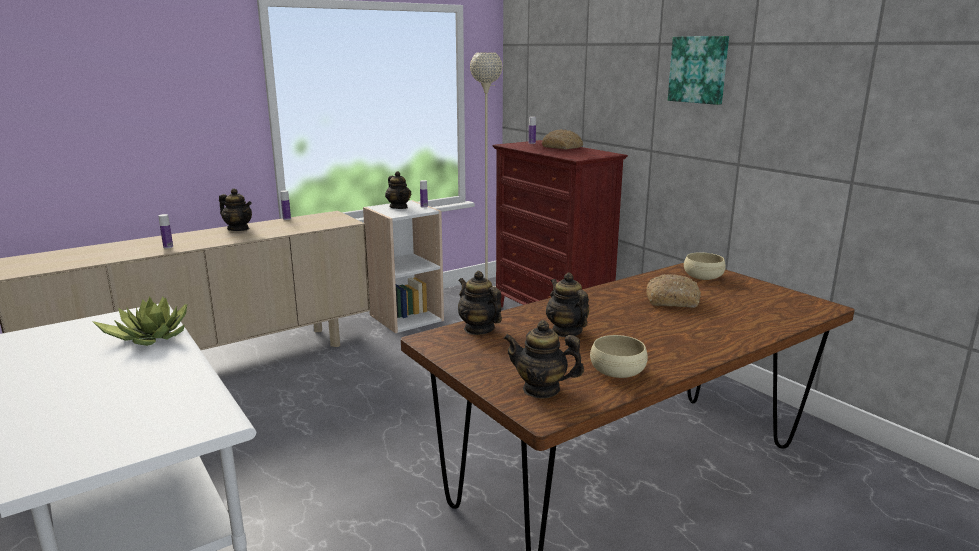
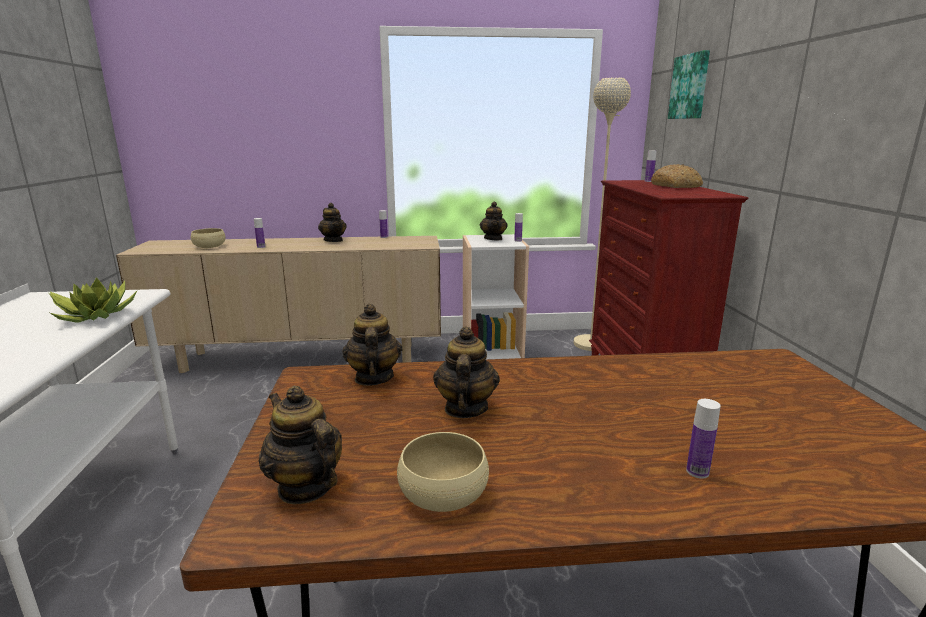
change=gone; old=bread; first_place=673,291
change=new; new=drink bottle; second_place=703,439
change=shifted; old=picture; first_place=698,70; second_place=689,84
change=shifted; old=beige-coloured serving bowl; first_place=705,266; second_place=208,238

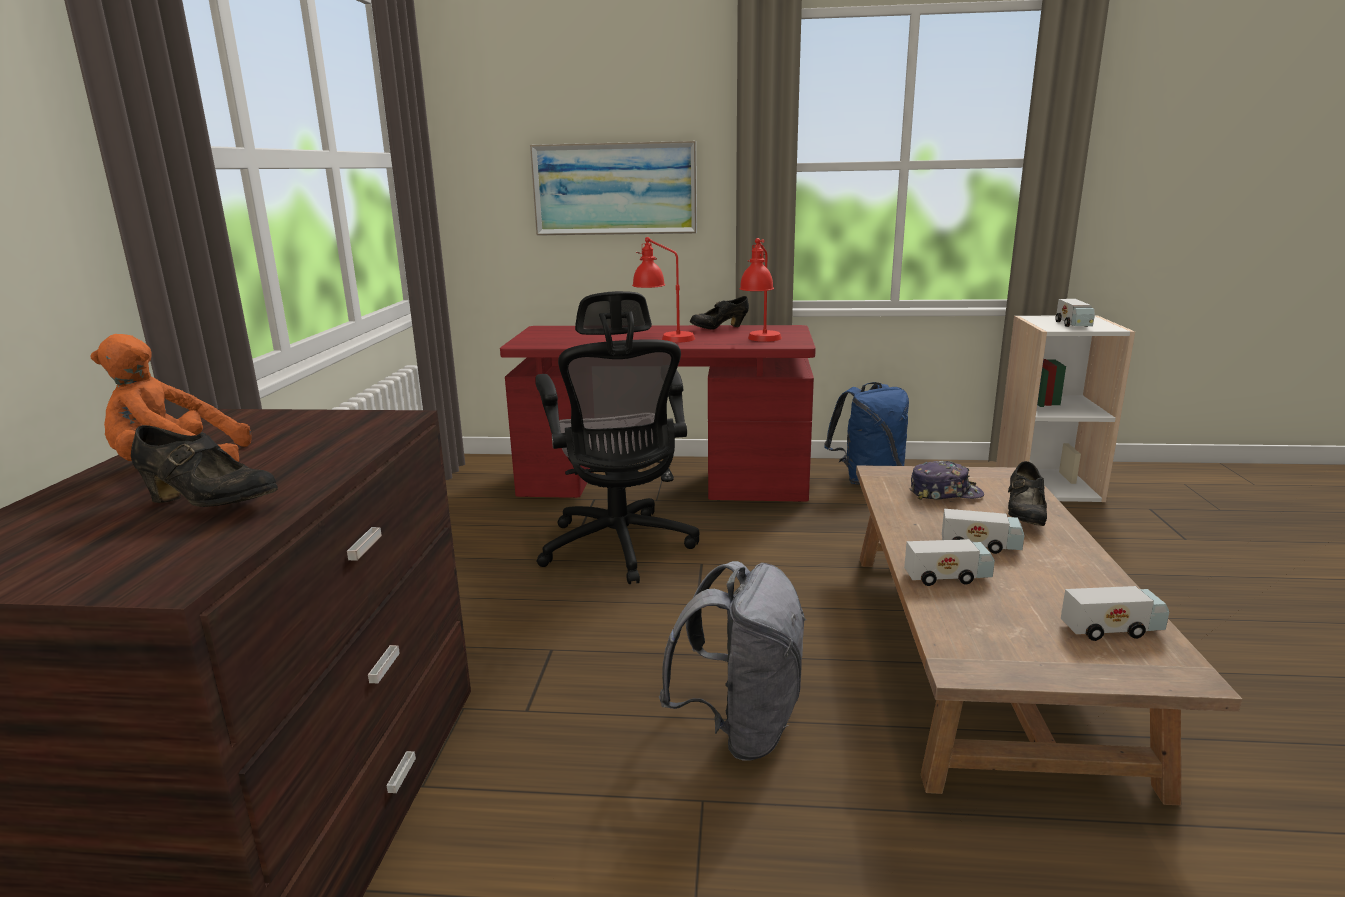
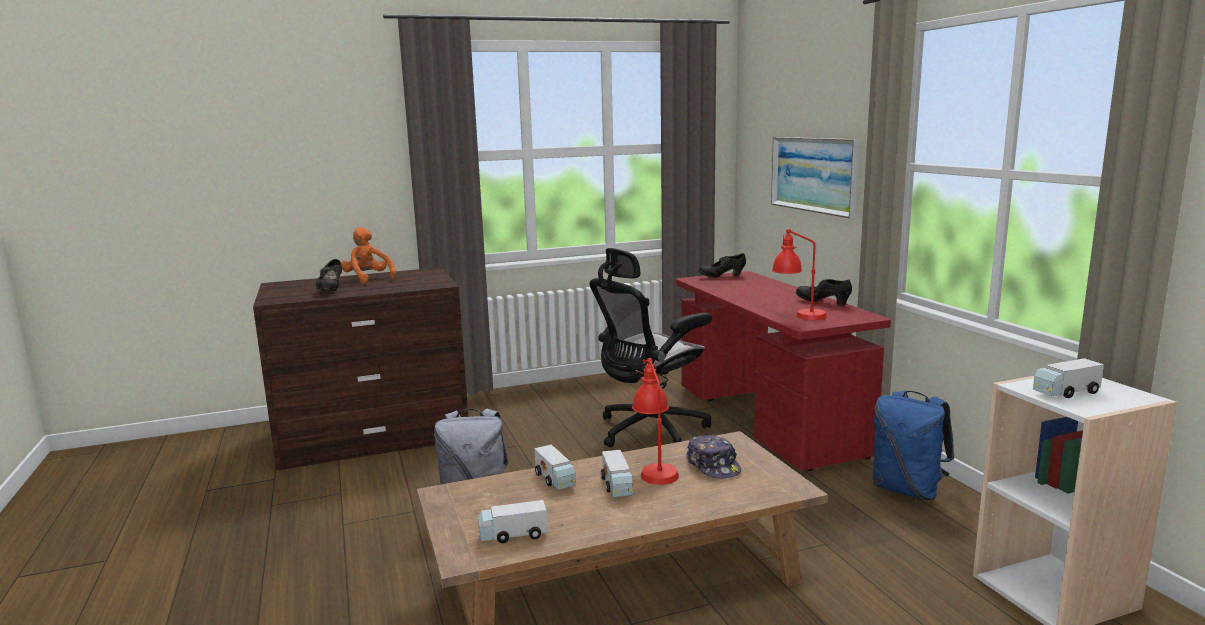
change=shifted; old=red tabletop lamp; first_place=663,290; second_place=655,421
change=shifted; old=black shoe; first_place=1027,493; second_place=722,265
change=rotated; old=model truck; first_place=1115,613; second_place=512,521; degrees=105

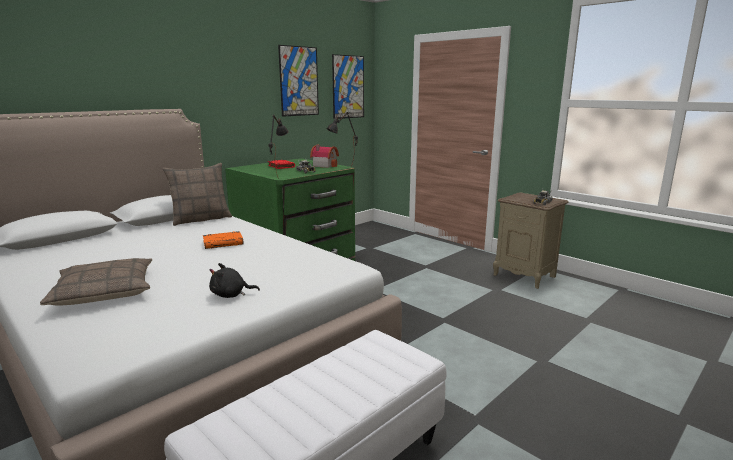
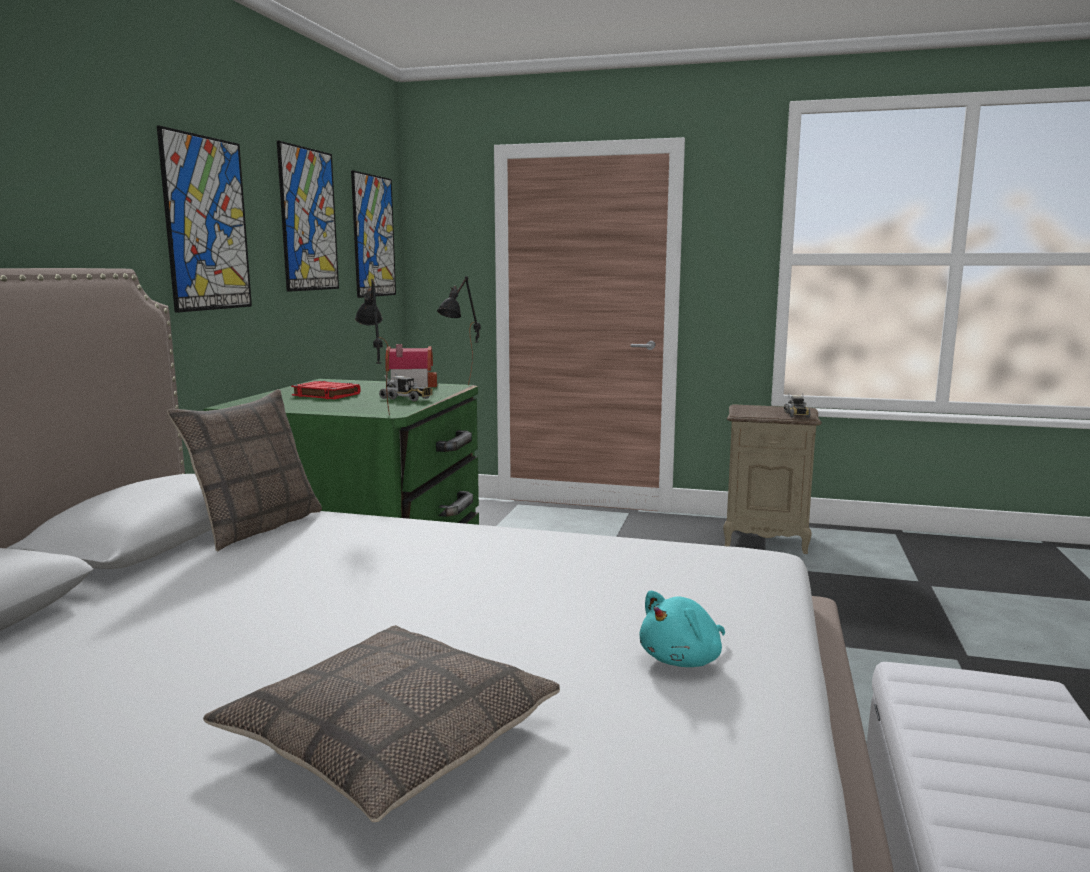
change=gone; old=orangey book; first_place=223,240
change=new; new=picture; second_place=204,219
change=repainted; old=black soft toy; new=turquoise soft toy; first_place=234,280; second_place=682,629

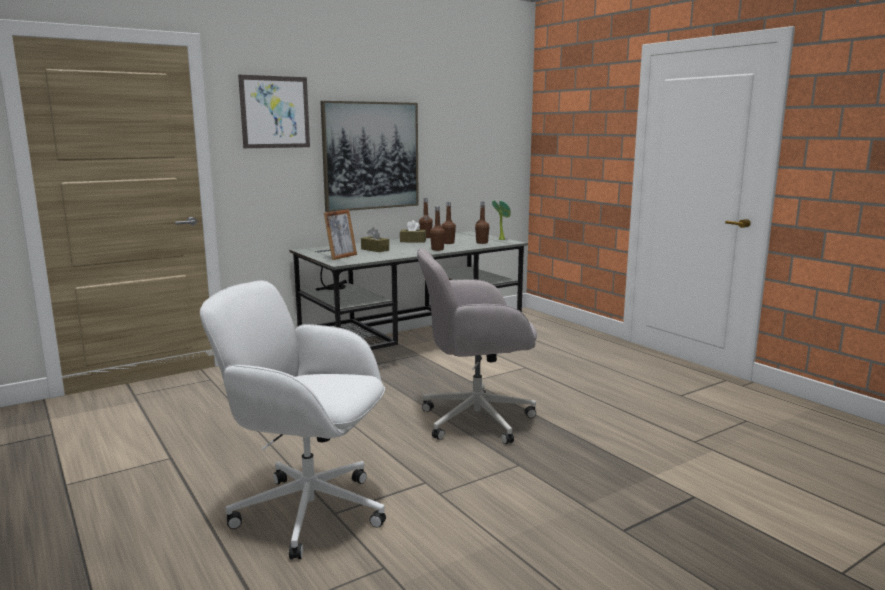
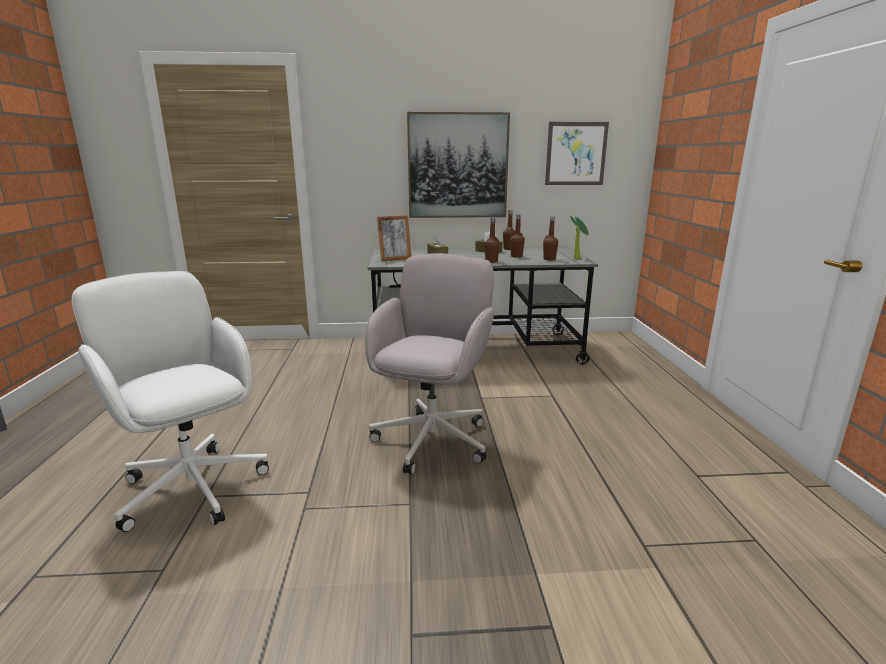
change=shifted; old=picture; first_place=274,111; second_place=577,153
change=rotated; old=gray computer chair; first_place=477,346; second_place=429,363; degrees=90

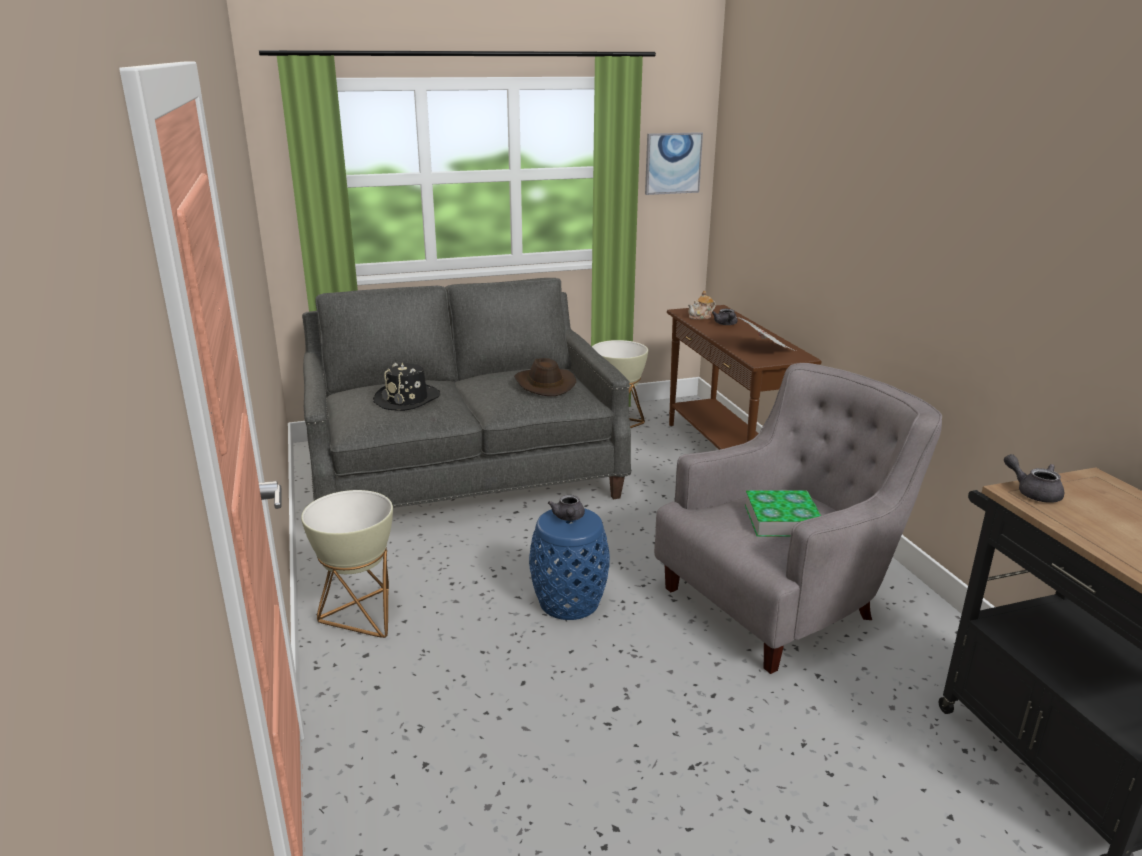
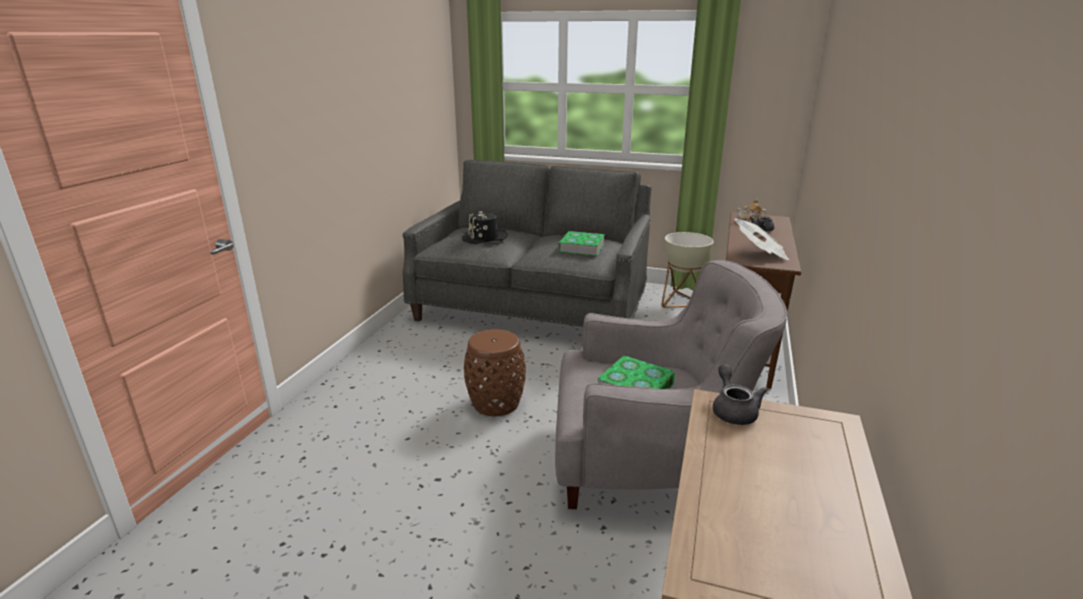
change=gone; old=flower pot; first_place=347,564
change=gone; old=gray tea pot; first_place=566,508
change=gone; old=picture; first_place=674,163
change=swapped; old=brown-coloured clothing hat; new=book; first_place=545,377; second_place=582,243
change=repainted; old=blue-coloured stool seat; new=brown-coloured stool seat; first_place=569,564; second_place=495,372

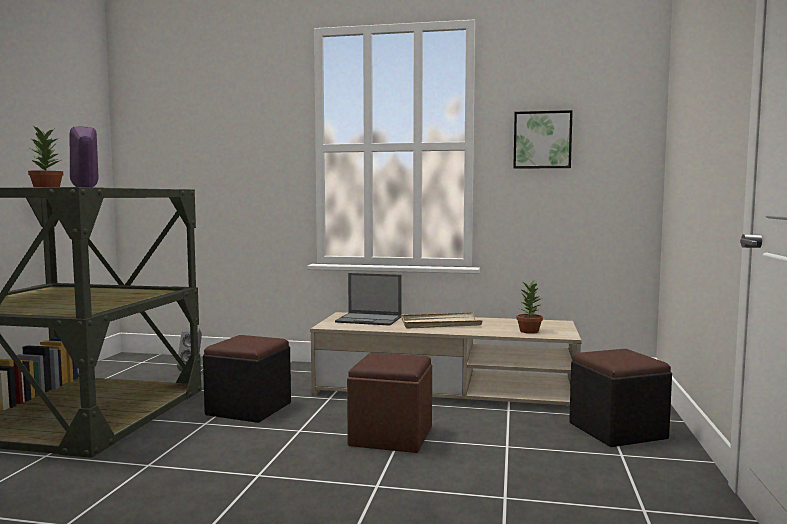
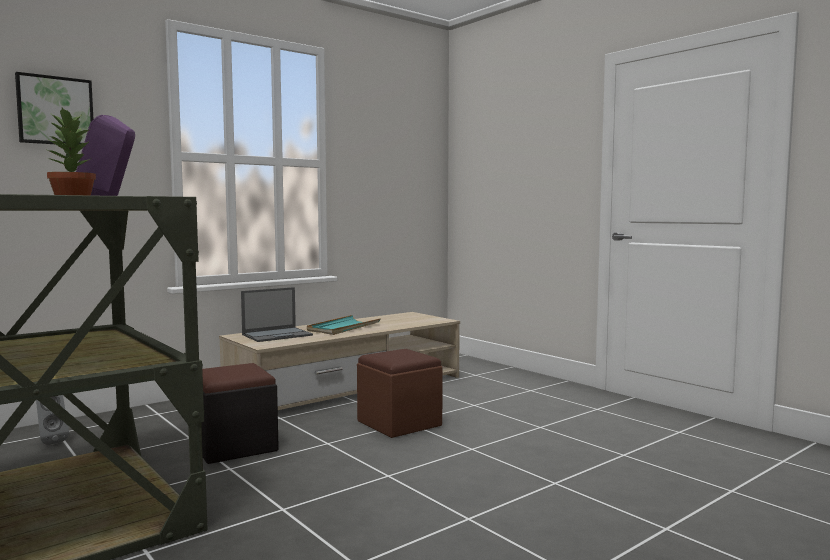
change=gone; old=houseplant; first_place=530,306
change=gone; old=black footrest; first_place=620,398
change=shifted; old=picture; first_place=543,139; second_place=54,108
change=repainted; old=beige-coloured serving tray; new=turquoise serving tray; first_place=442,320; second_place=344,325

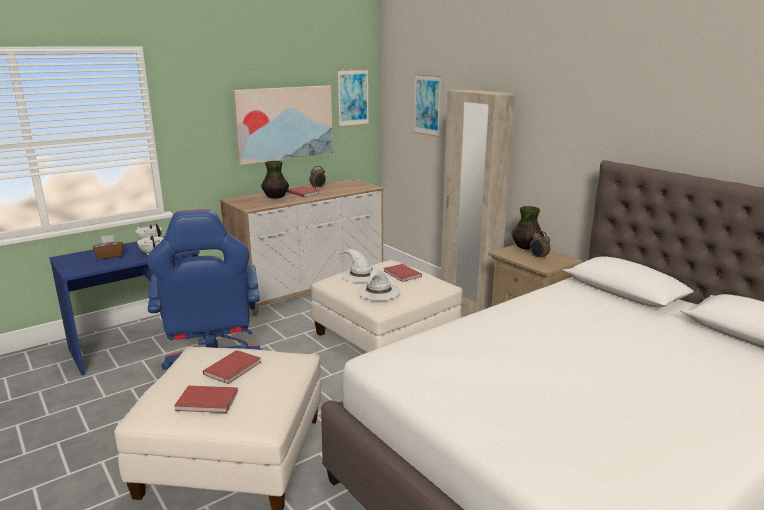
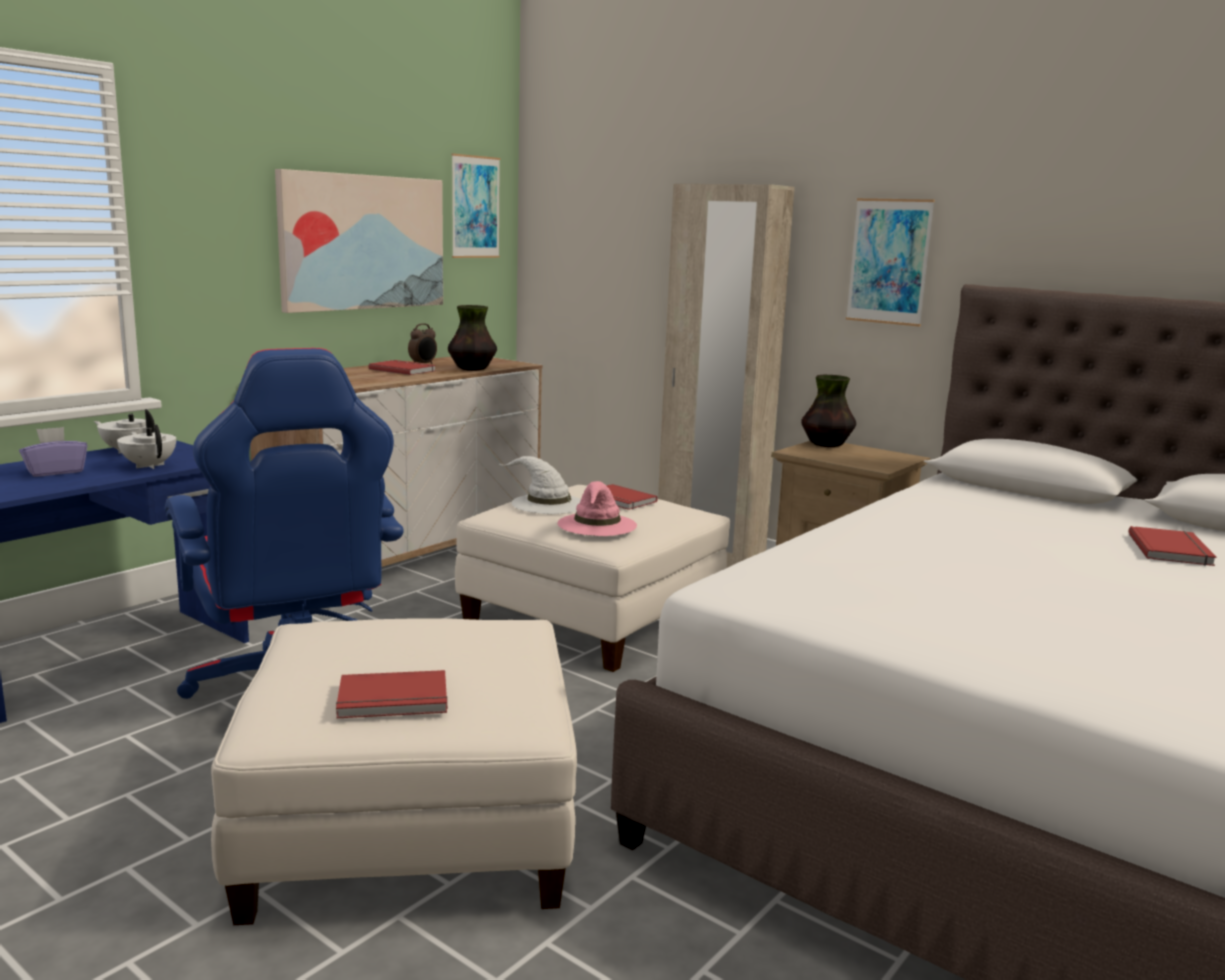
change=gone; old=bedside clock; first_place=540,245
change=shifted; old=red book; first_place=232,367; second_place=1172,546
change=shifted; old=flower vase; first_place=275,180; second_place=472,338
change=shifted; old=picture; first_place=427,105; second_place=890,262
change=repainted; old=brown-coloured box of tissues; new=purple box of tissues; first_place=108,247; second_place=53,452
change=repainted; old=white clothing hat; new=pinkish clothing hat; first_place=379,285; second_place=597,508

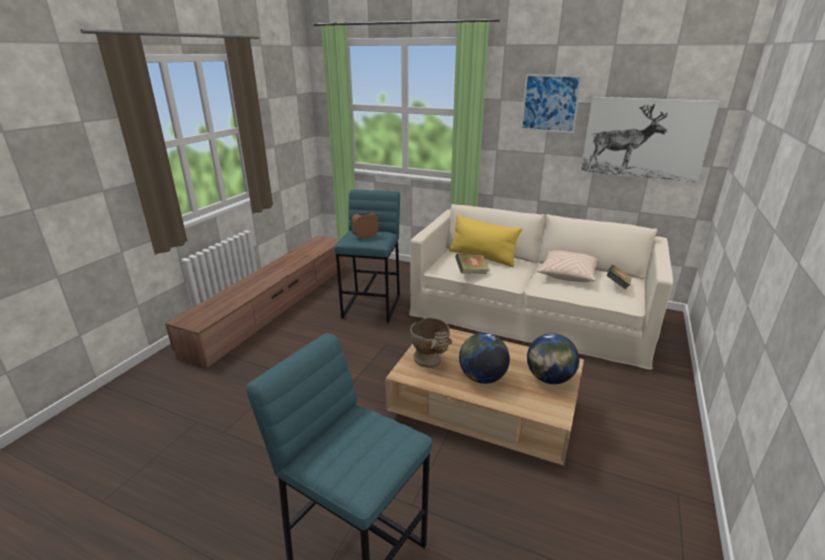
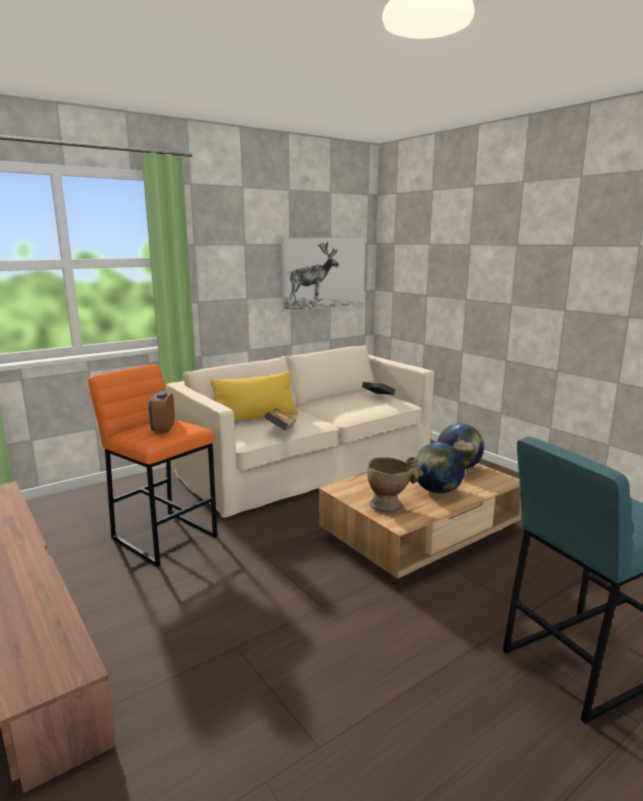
change=gone; old=picture; first_place=551,103
change=gone; old=beige-coloured cushion; first_place=568,266
change=repainted; old=turquoise stool seat; new=orangey stool seat; first_place=367,256; second_place=152,465

